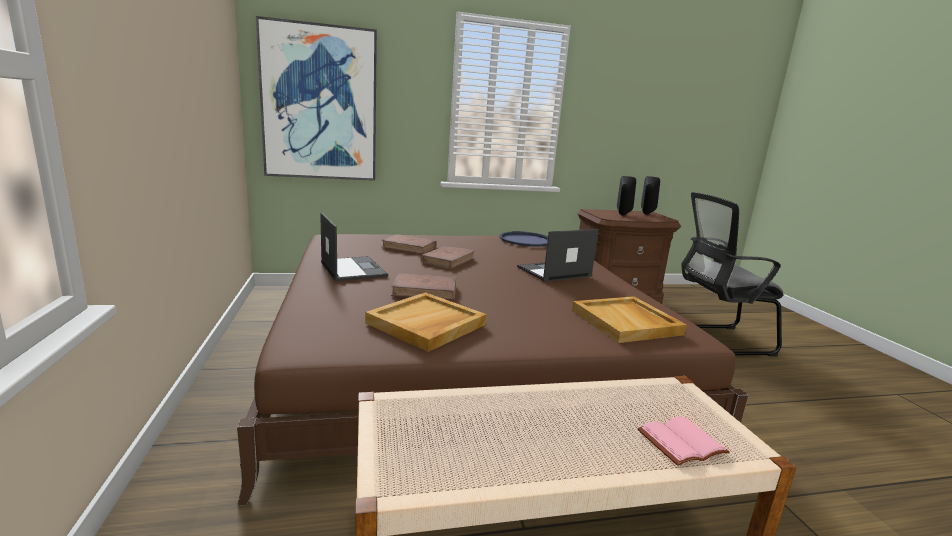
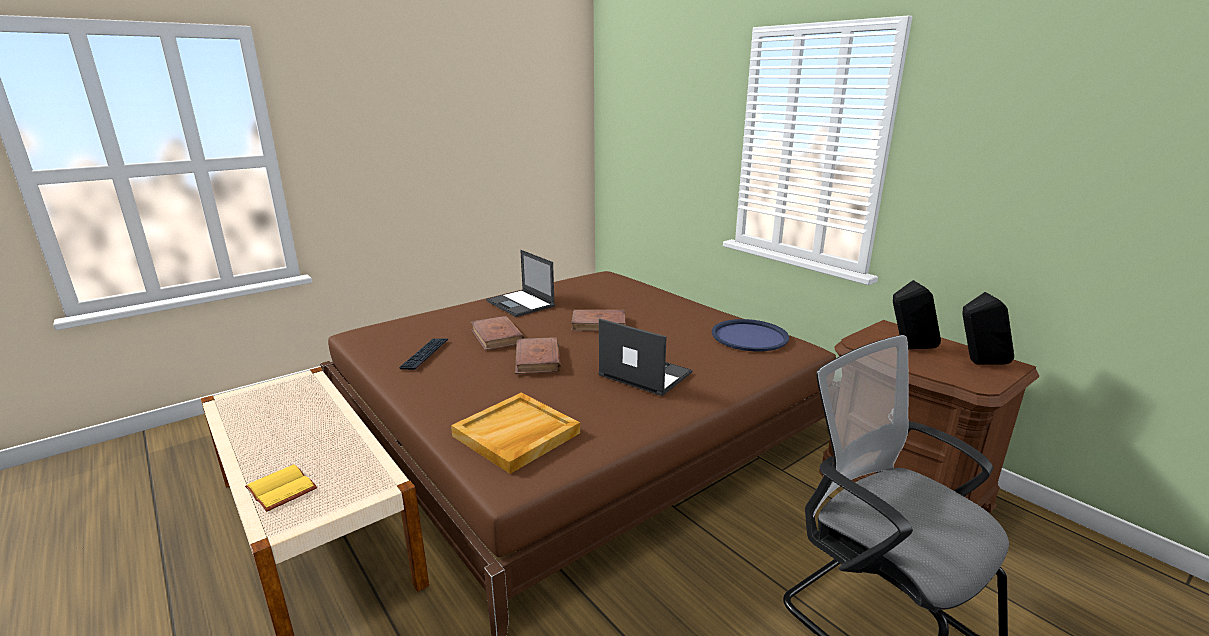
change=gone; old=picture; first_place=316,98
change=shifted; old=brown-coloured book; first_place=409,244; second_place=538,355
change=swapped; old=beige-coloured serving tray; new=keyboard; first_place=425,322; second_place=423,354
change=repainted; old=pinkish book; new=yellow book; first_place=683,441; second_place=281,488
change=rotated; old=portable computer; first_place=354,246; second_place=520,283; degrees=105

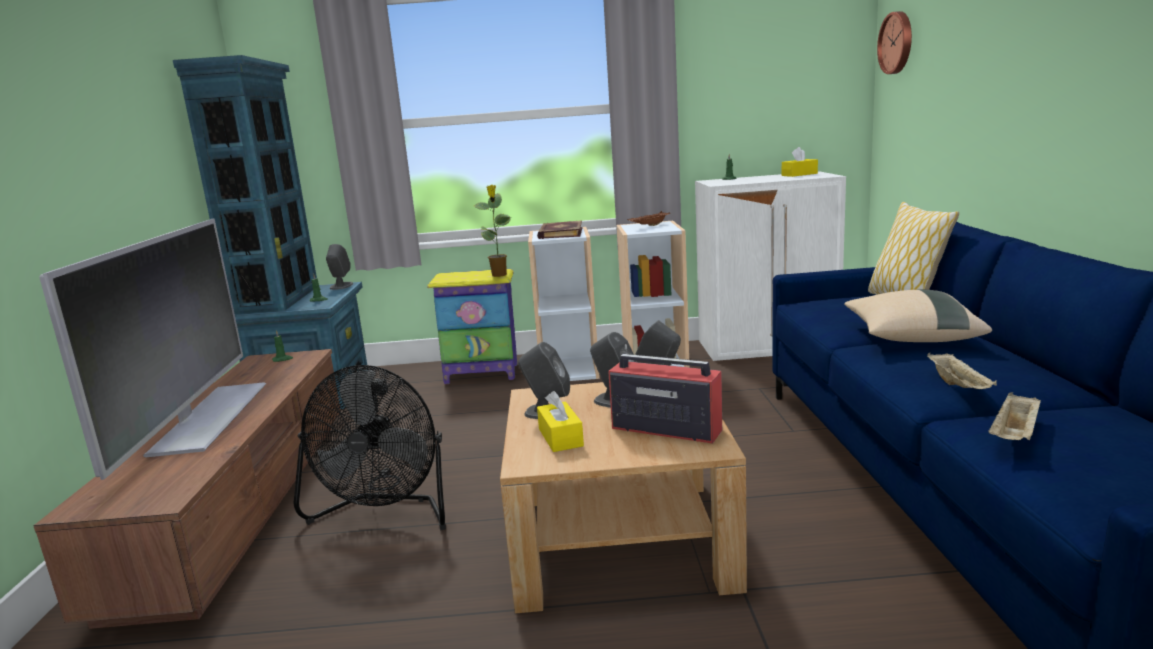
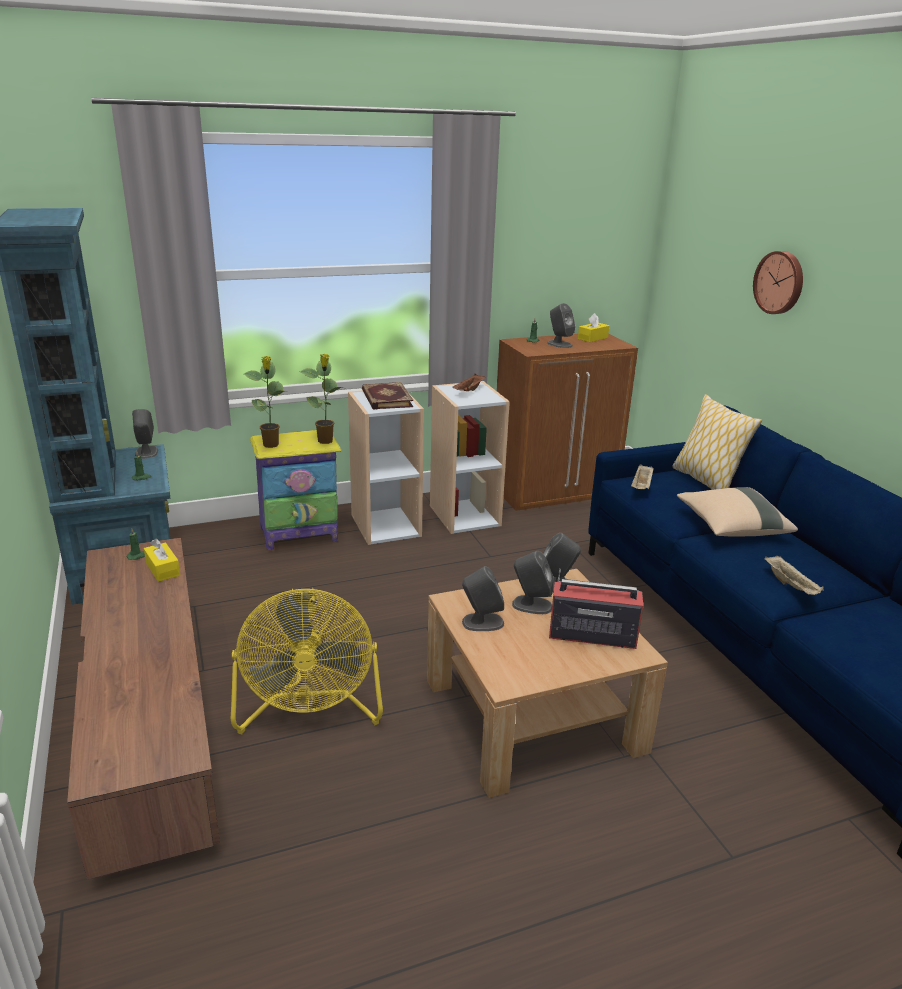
change=gone; old=television; first_place=152,349
change=new; new=houseplant; second_place=265,402
change=new; new=gray audio speaker; second_place=561,325
change=shifted; old=yellow box of tissues; first_place=560,421; second_place=162,560
change=shifted; old=wall clock; first_place=894,42; second_place=778,282
change=shifted; old=beige-coloured serving tray; first_place=1015,416; second_place=642,476
change=repainted; old=black electric fan; new=yellow electric fan; first_place=369,447; second_place=307,661
change=repainted; old=white cabinet; new=brown-coloured cabinet; first_place=770,266; second_place=567,422

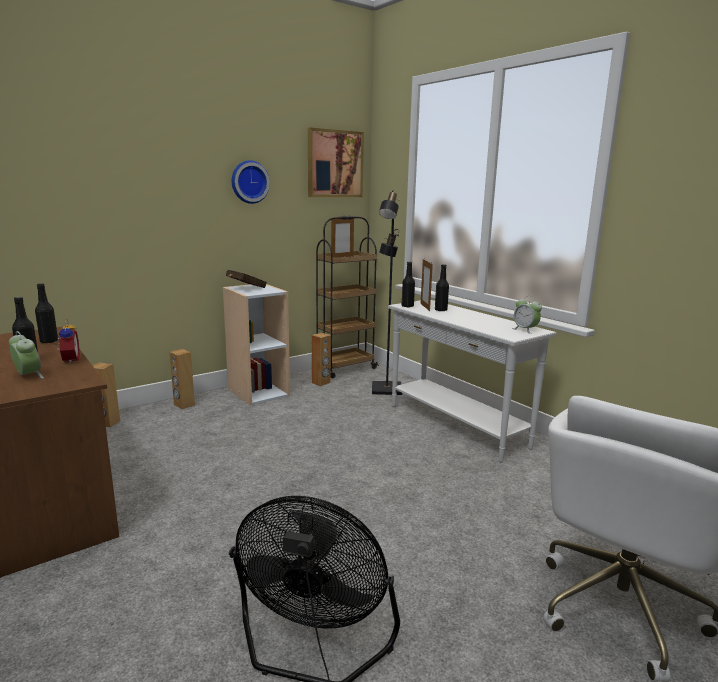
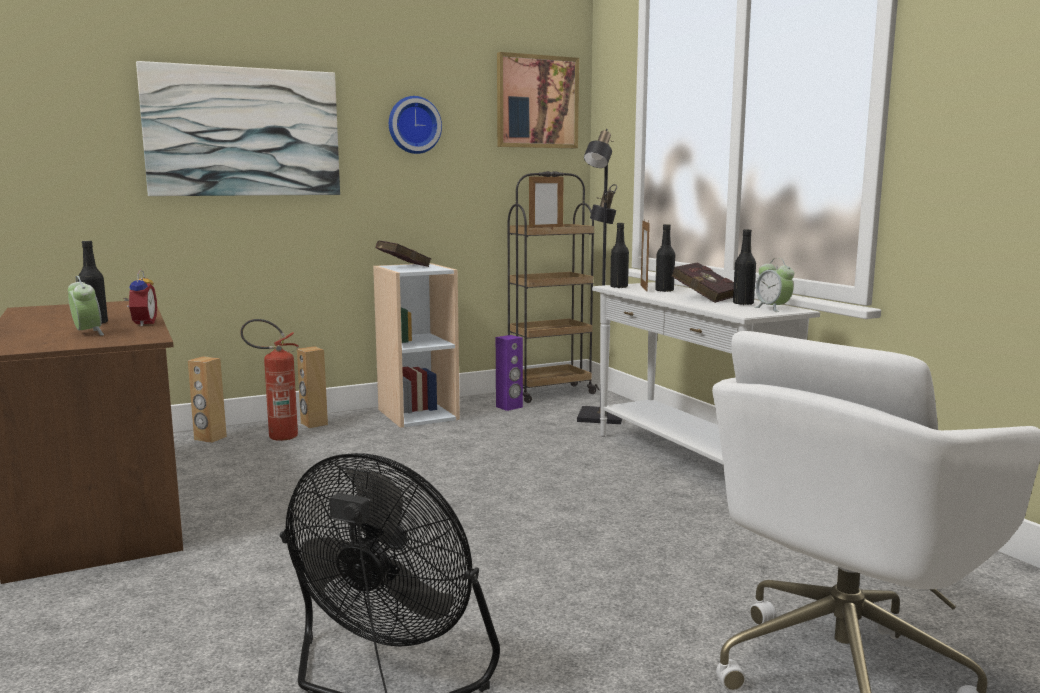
change=new; new=picture; second_place=238,128
change=new; new=fire-fighting cylinder; second_place=269,380
change=new; new=red book; second_place=702,282
change=shifted; old=black drink bottle; first_place=46,313; second_place=744,267
change=repainted; old=brown-coloured audio speaker; new=purple audio speaker; first_place=321,359; second_place=509,373

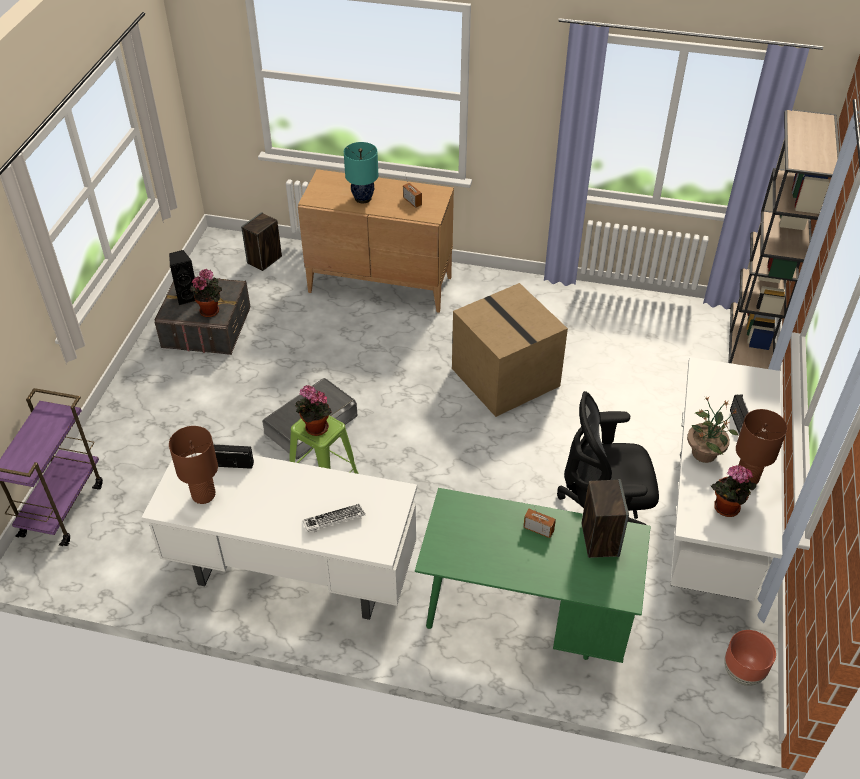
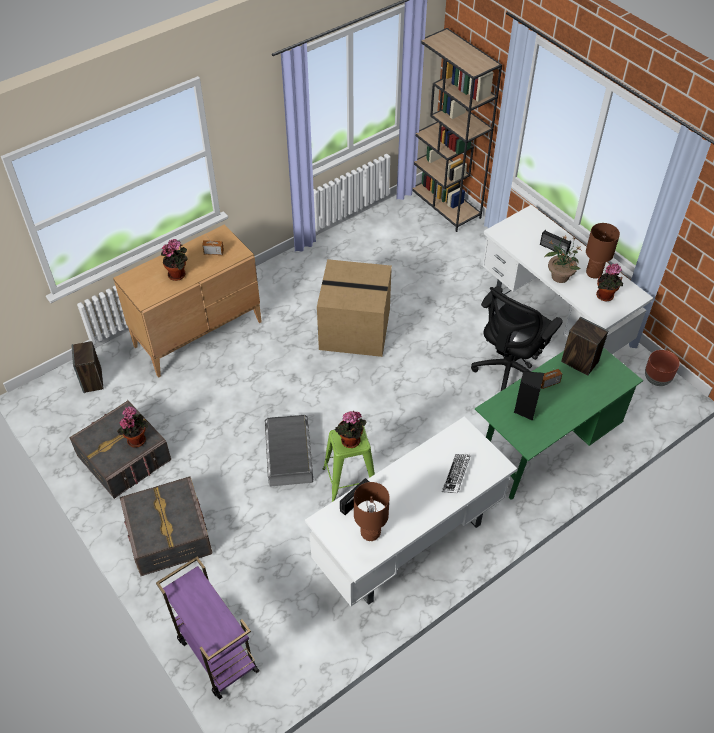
change=new; new=gray storage container; second_place=166,526
change=shifted; old=black audio speaker; first_place=182,277; second_place=529,396
change=swapped; old=turquoise tabletop lamp; new=houseplant; first_place=361,172; second_place=174,260

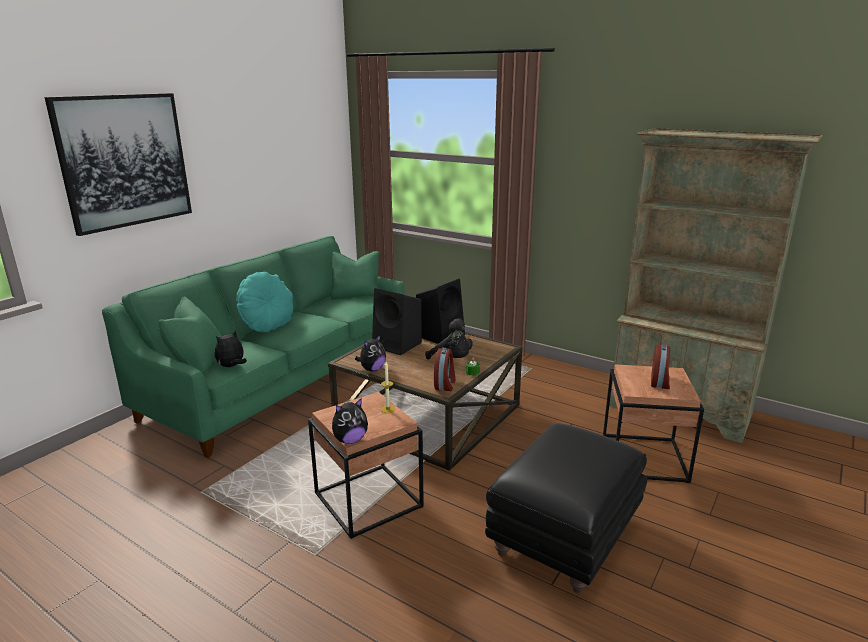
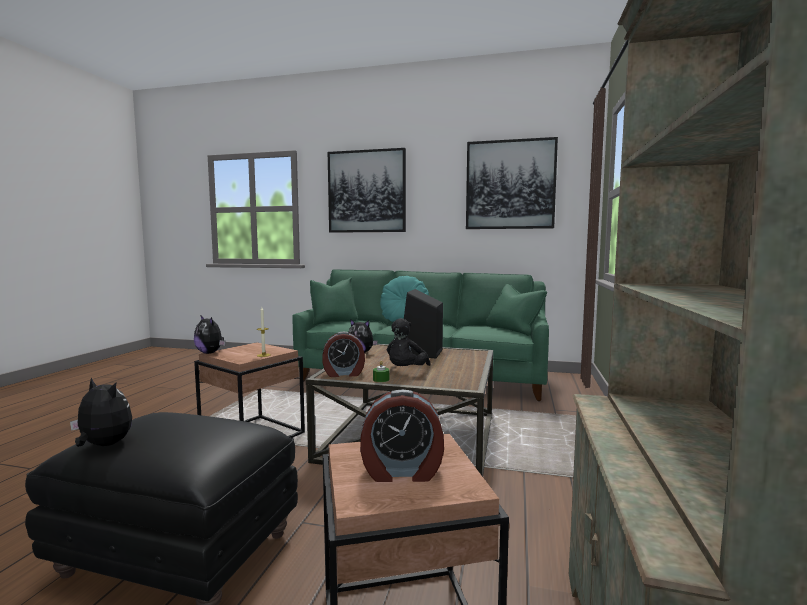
change=gone; old=black audio speaker; first_place=440,311
change=new; new=picture; second_place=512,183
change=shifted; old=soft toy; first_place=231,348; second_place=101,412

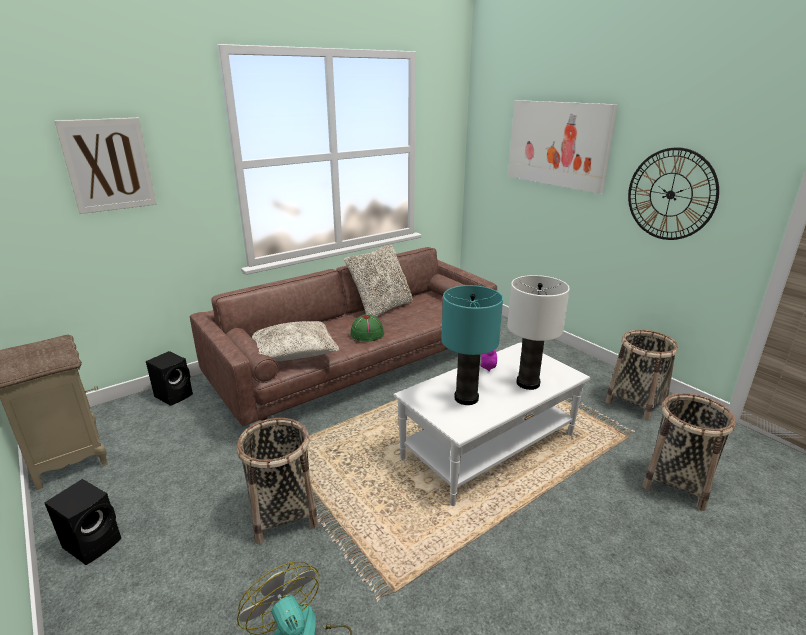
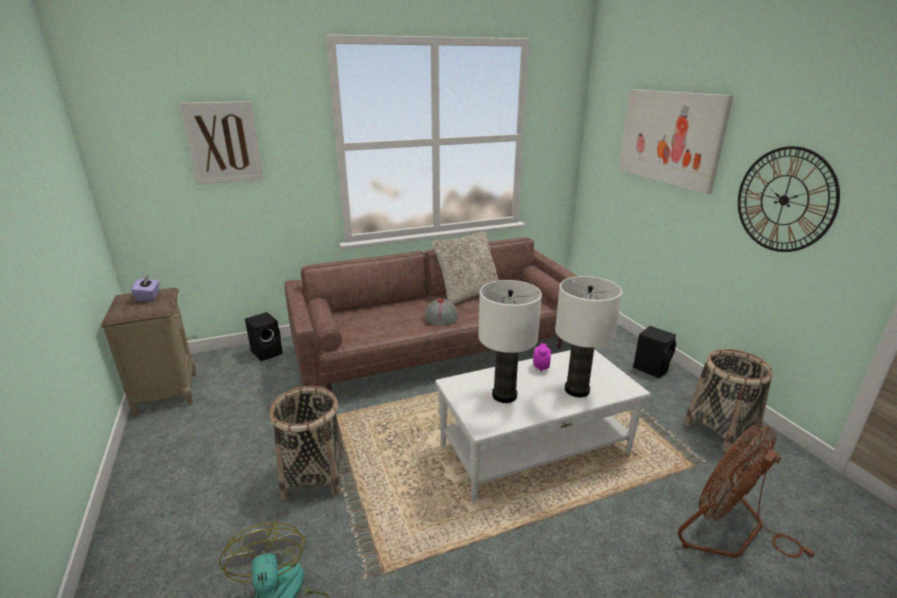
change=gone; old=beige-coloured cushion; first_place=295,341
change=new; new=purple box of tissues; second_place=145,288
change=shifted; old=black audio speaker; first_place=82,522; second_place=654,352
change=swapped; old=storage basket; new=brown-coloured electric fan; first_place=689,452; second_place=747,491
change=repainted; old=green clothing hat; new=gray clothing hat; first_place=367,328; second_place=441,312
change=repainted; old=turquoise tabletop lamp; new=white tabletop lamp; first_place=472,345; second_place=510,341

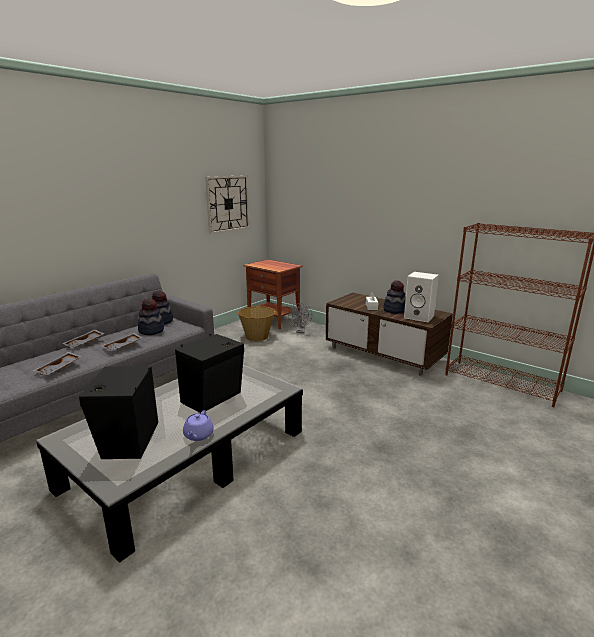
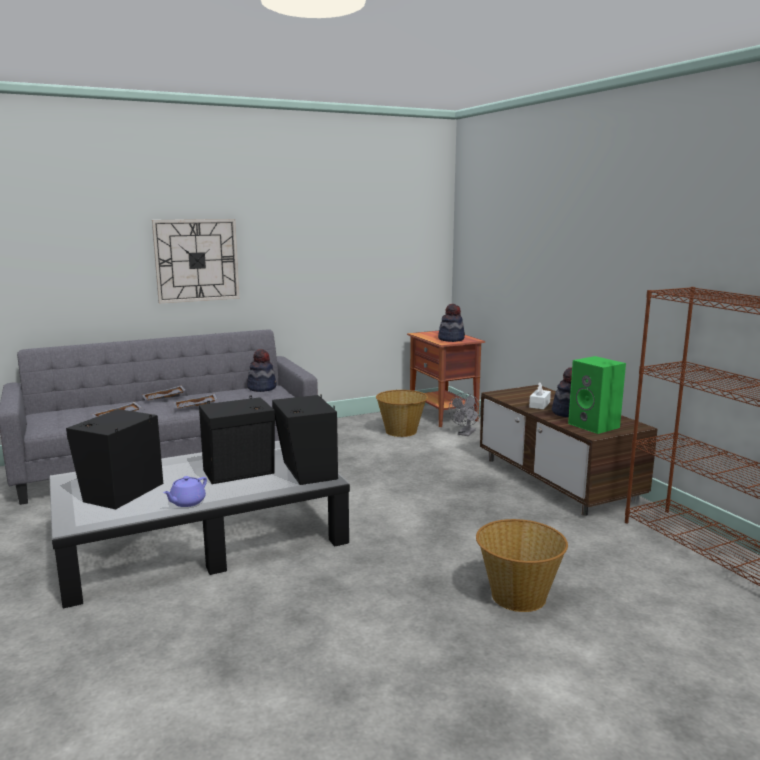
change=new; new=black audio speaker; second_place=305,440
change=new; new=storage basket; second_place=522,565
change=shifted; old=clothing hat; first_place=151,316; second_place=451,323
change=shifted; old=wall clock; first_place=227,204; second_place=195,261
change=repainted; old=white audio speaker; new=green audio speaker; first_place=421,297; second_place=597,395

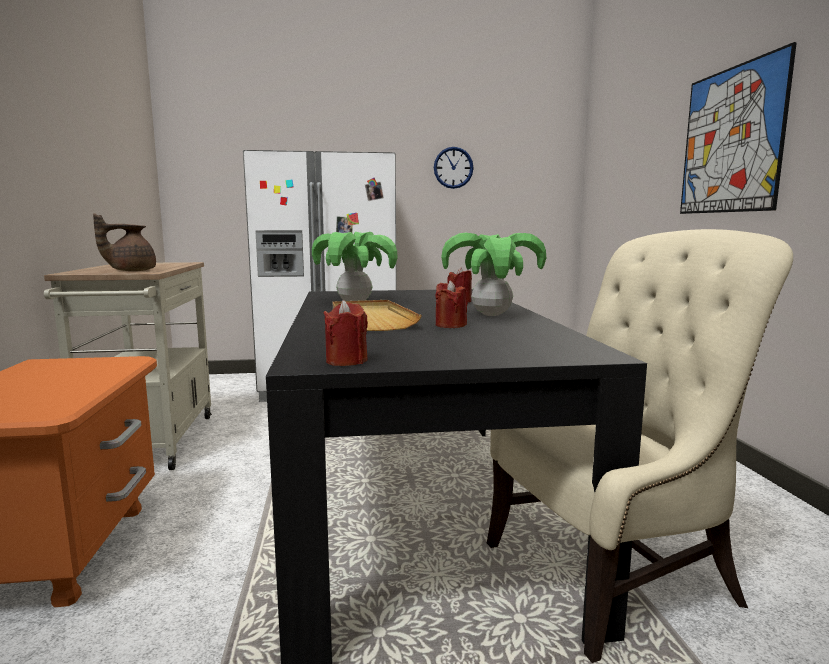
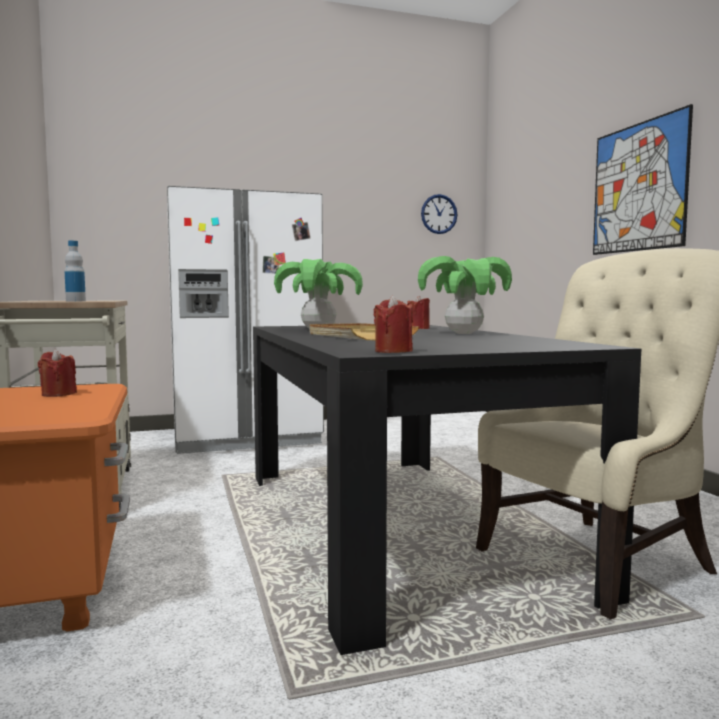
change=shifted; old=wall clock; first_place=453,168; second_place=439,214
change=shifted; old=red wax light; first_place=451,304; second_place=57,373
change=swapped; old=brown-coloured tea pot; new=drink bottle; first_place=124,242; second_place=75,271

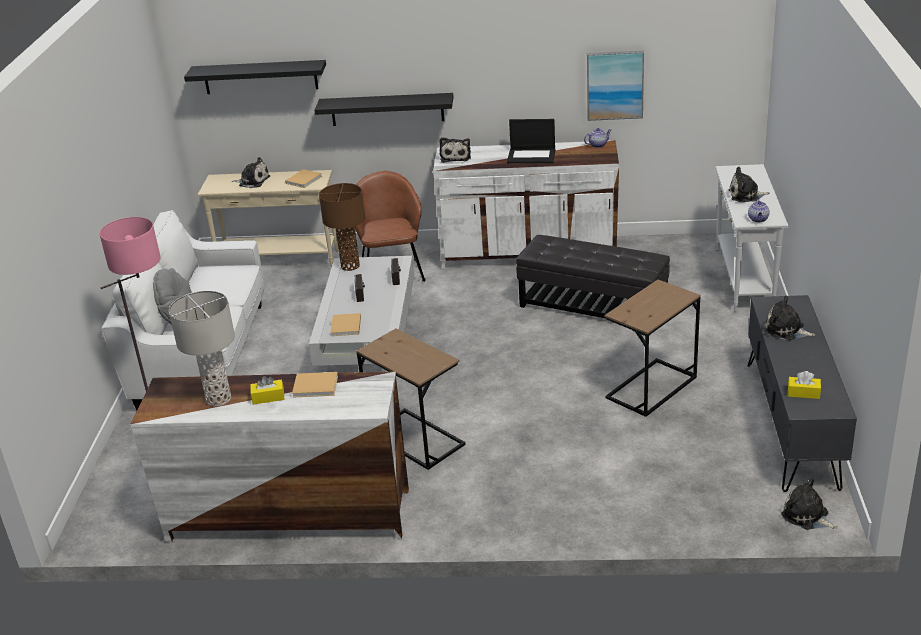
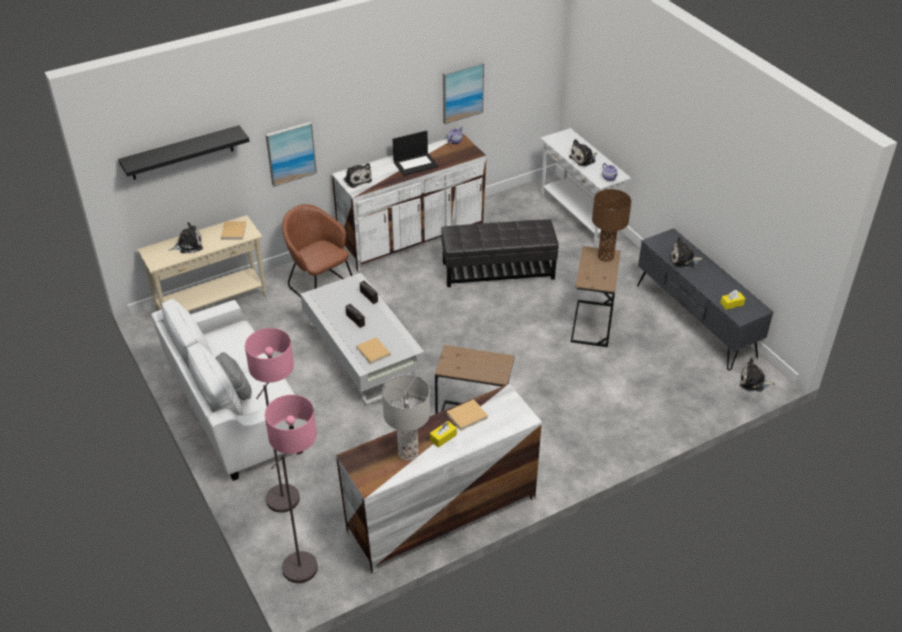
change=new; new=pinkish standard lamp; second_place=291,489
change=shifted; old=brown-coloured tabletop lamp; first_place=342,227; second_place=612,225
change=swapped; old=black wall shelf; new=picture; first_place=384,109; second_place=291,154

